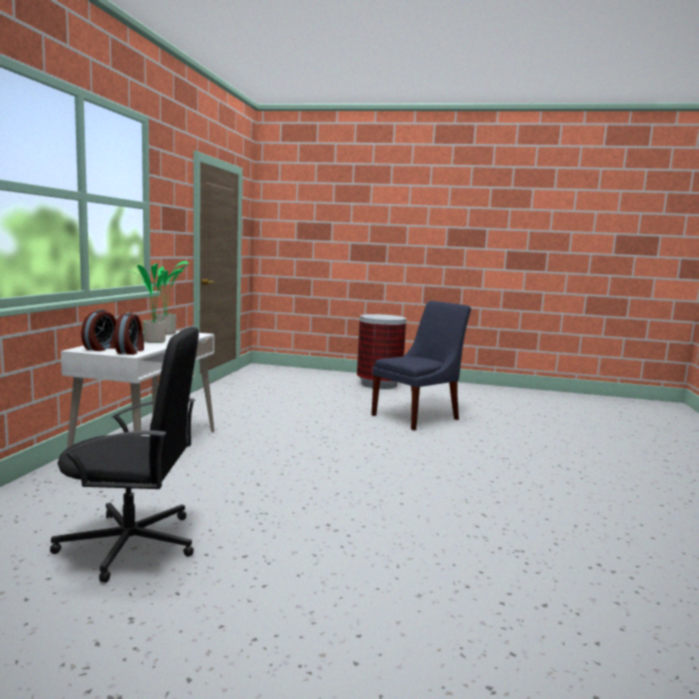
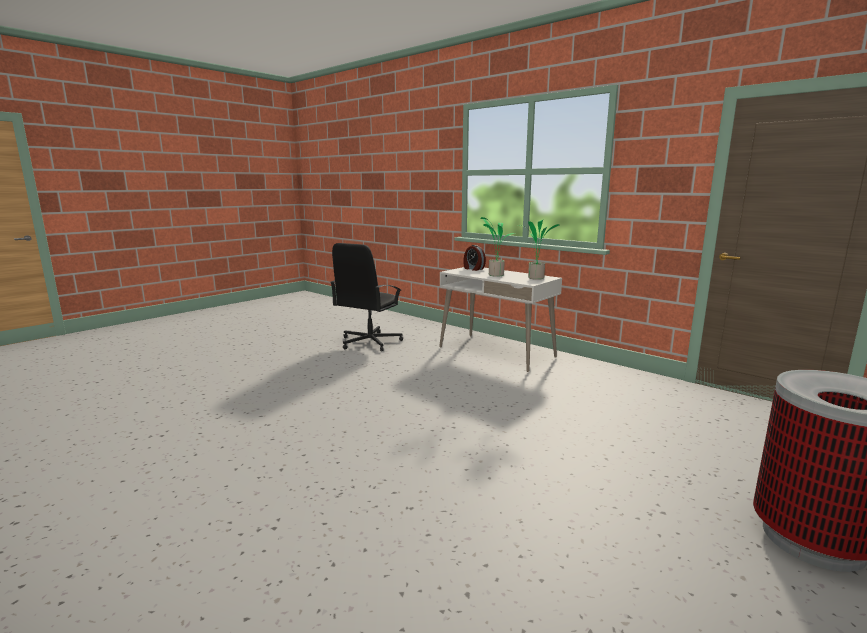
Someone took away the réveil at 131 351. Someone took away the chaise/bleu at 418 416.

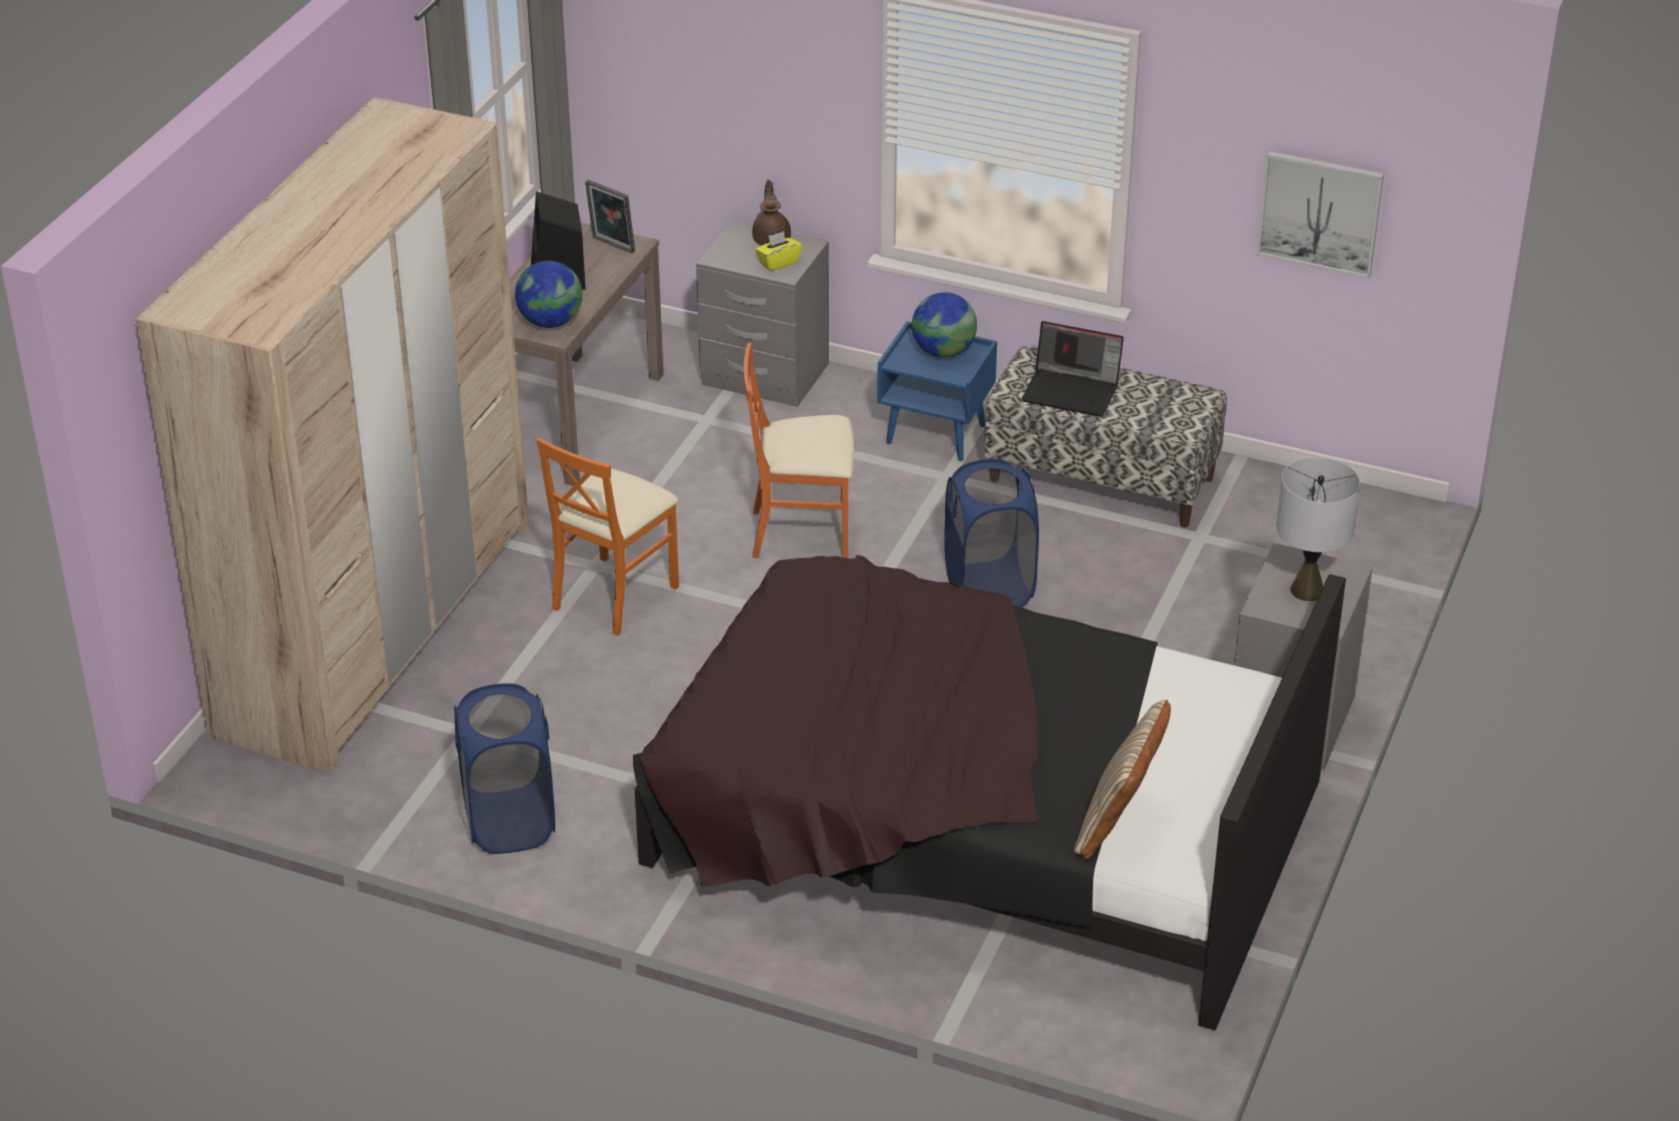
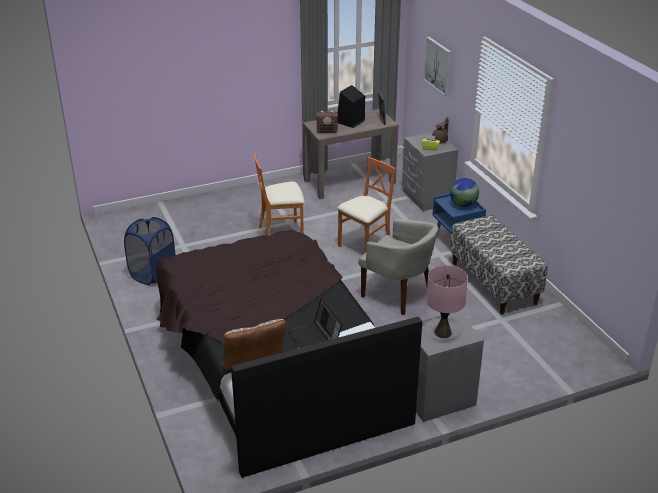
Someone took away the armoire/beige at 376 626. Someone carried the ordinateur portable from 1072 391 to 315 340. Someone carried the tableau from 1320 212 to 438 65. Someone swapped the globe at 550 322 for the radio at 327 131. Someone swapped the panier à linge/bleu at 989 589 for the fauteuil/beige at 398 294. Someone repainted the lampe de table/gris at 1306 590, which became the lampe de table/rose at 442 332. Someone rotated the chaise/orange at 802 533 by 90 degrees clockwise.

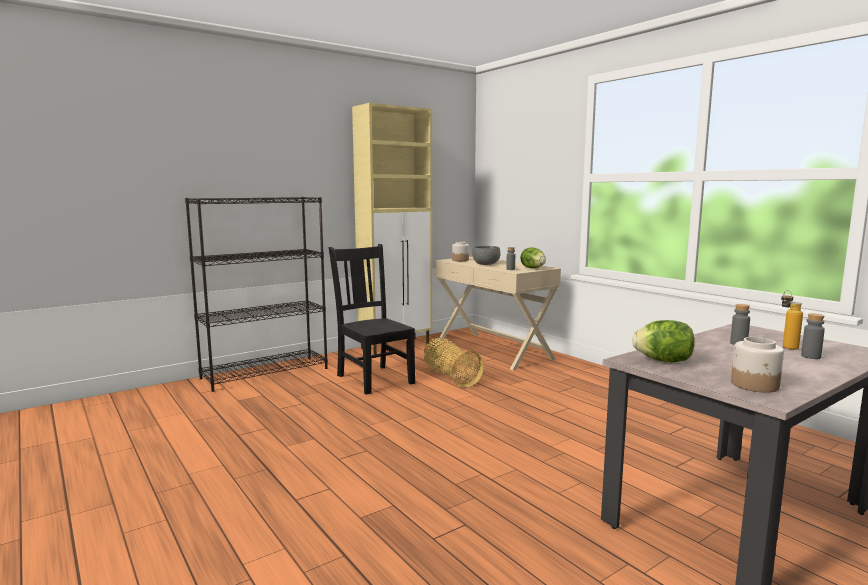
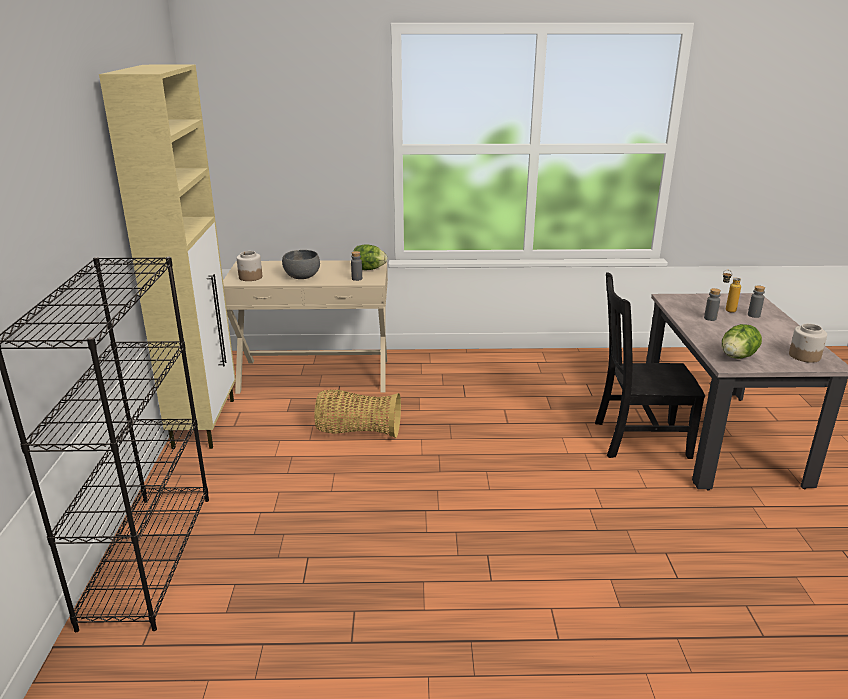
Someone carried the chaise/noir from 374 378 to 637 439.

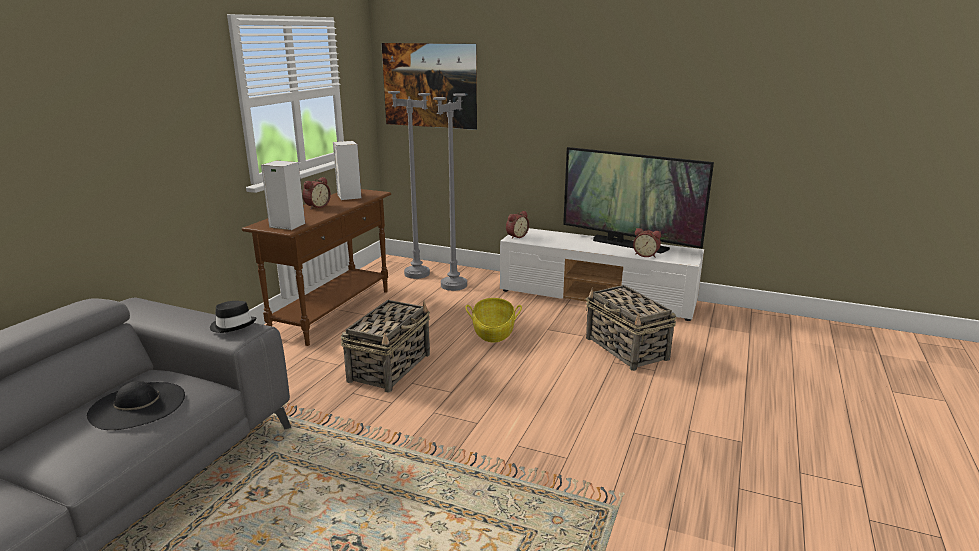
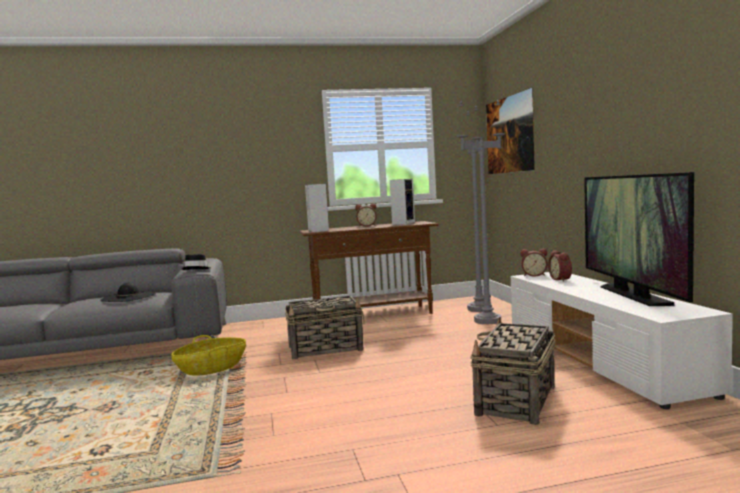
Someone carried the panier from 493 332 to 212 369. Someone carried the réveil from 646 255 to 561 279.

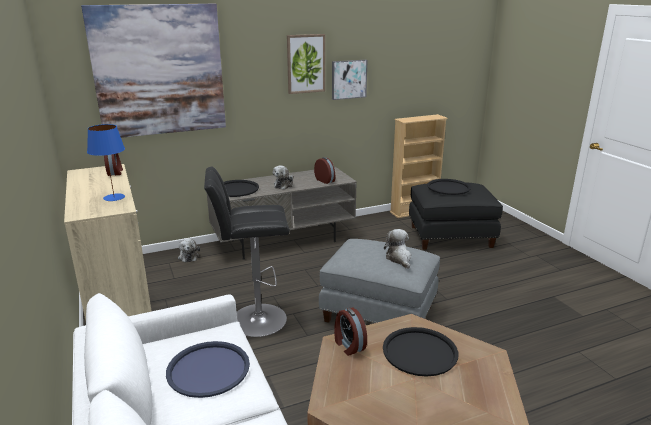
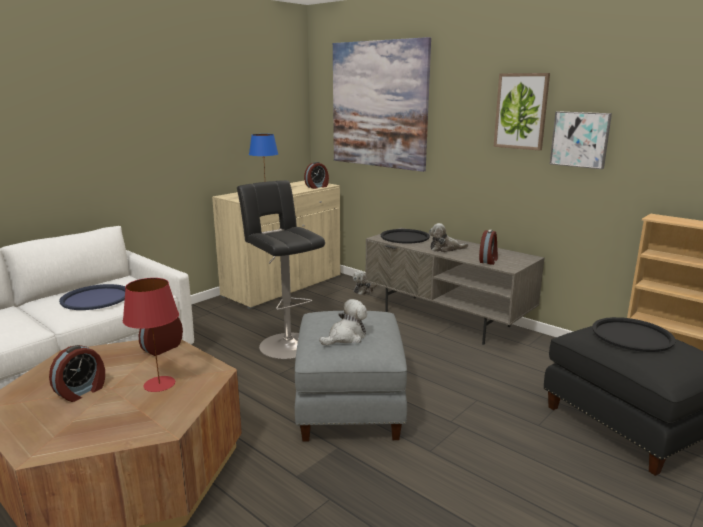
Someone put down the réveil at 82 391. Someone swapped the plateau/noir at 420 352 for the lampe de table/rouge at 159 384.

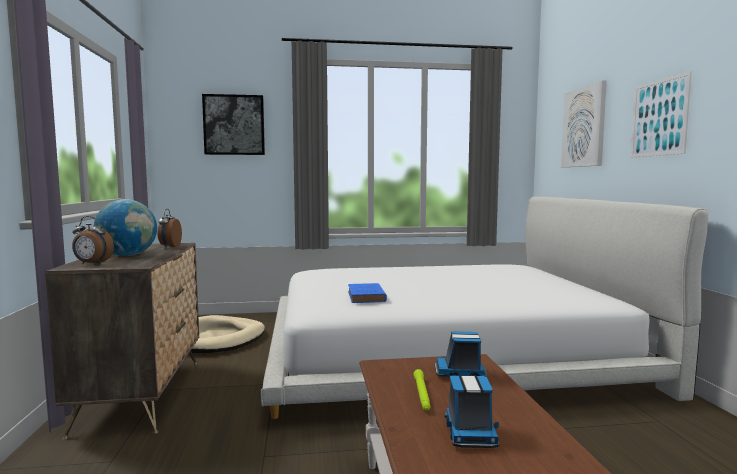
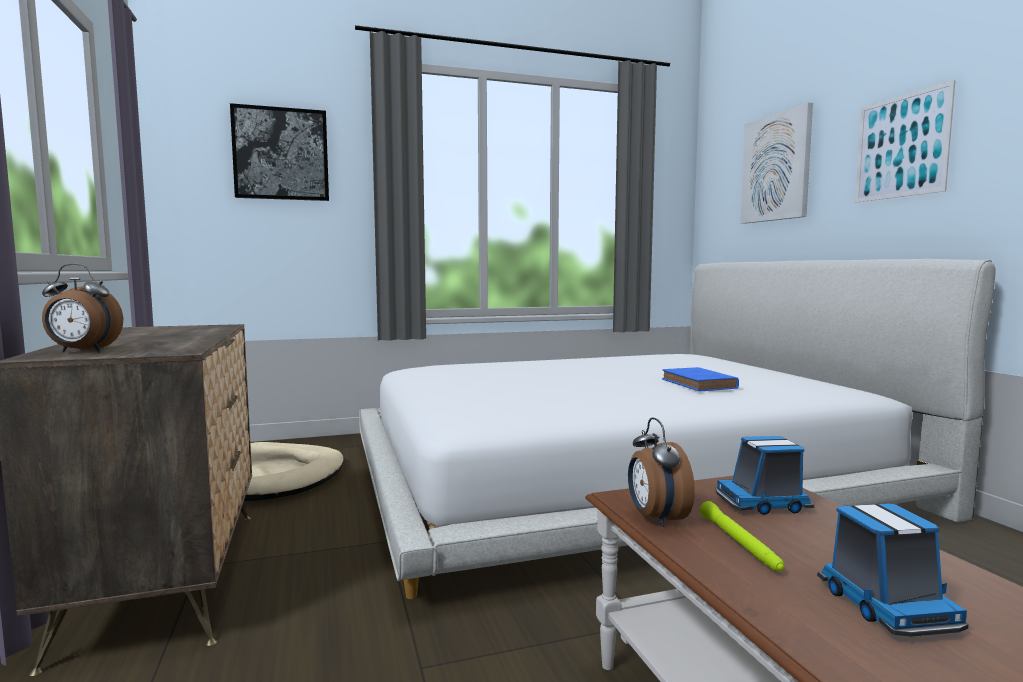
Someone took away the globe at 128 255. Someone carried the réveil from 169 247 to 656 518. Someone carried the livre/bleu from 366 297 to 700 384.

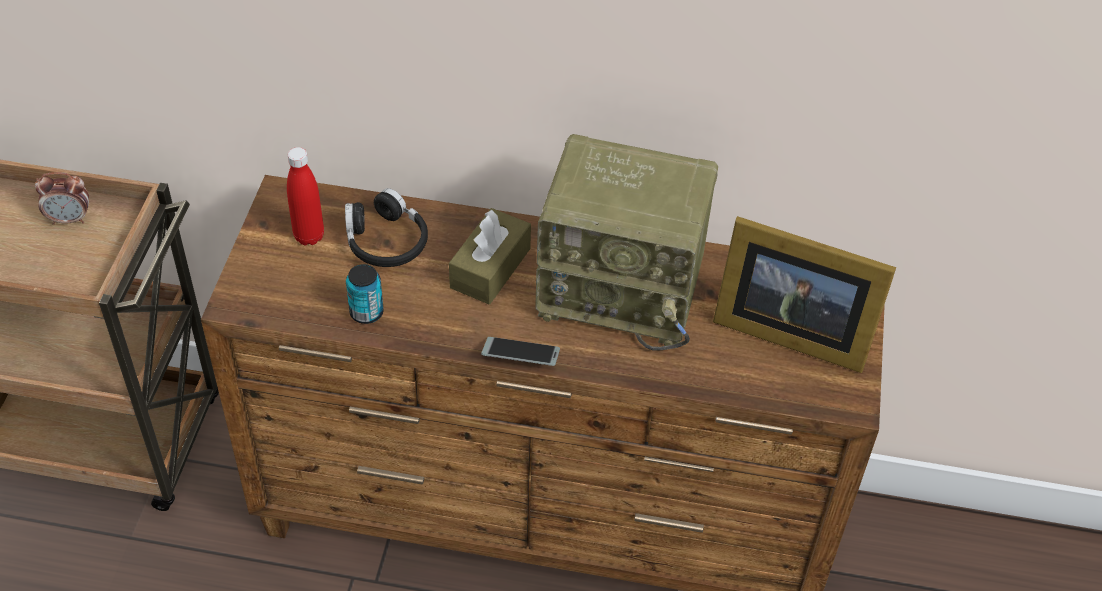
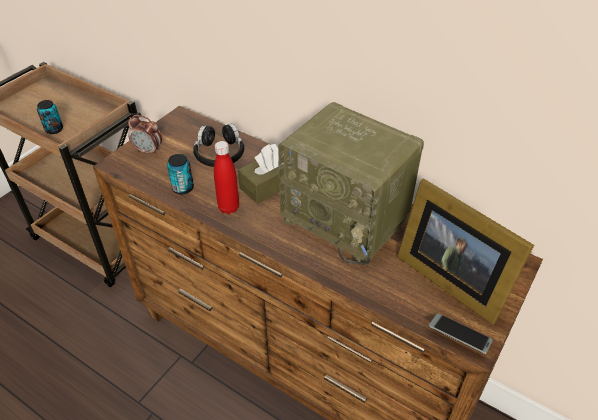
Someone put down the boîte métallique at 54 129. Someone carried the réveil from 70 219 to 148 151. Someone carried the bouteille/rouge from 309 236 to 228 208. Someone carried the téléphone from 520 356 to 459 336.

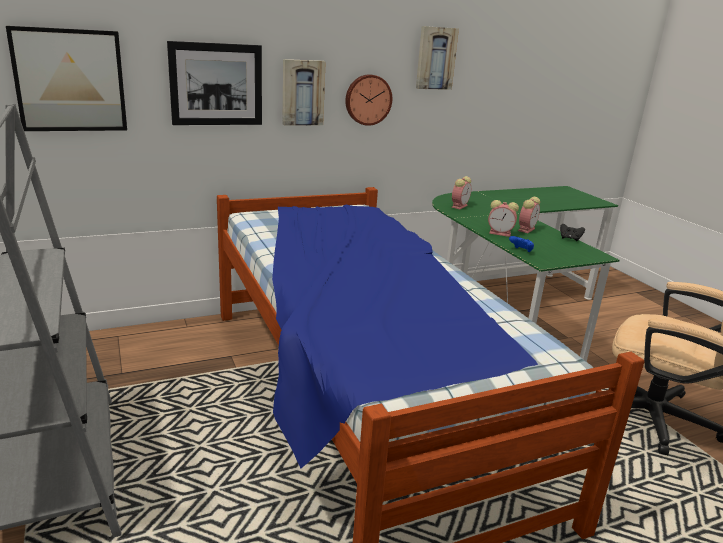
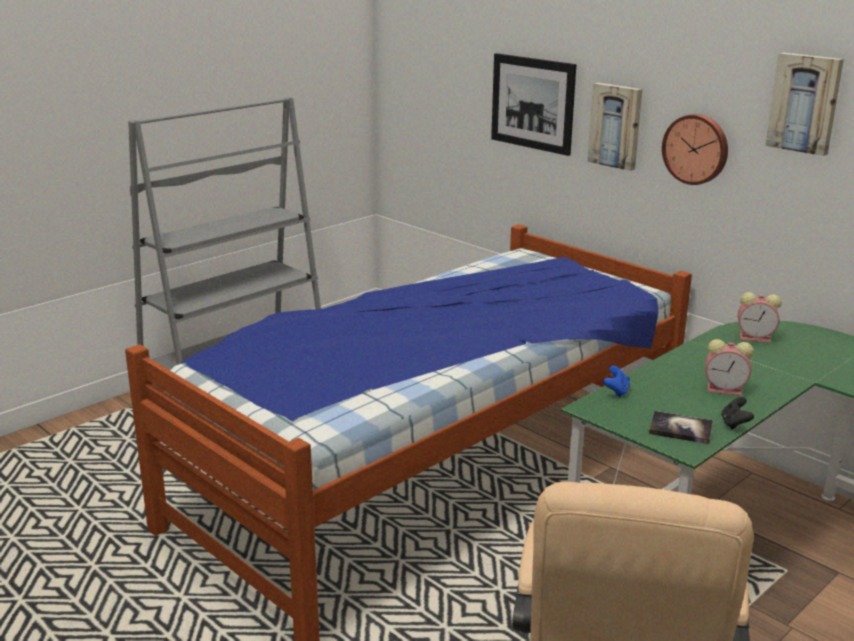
Someone took away the tableau at 70 80. Someone took away the réveil at 501 233. Someone put down the livre at 680 429.

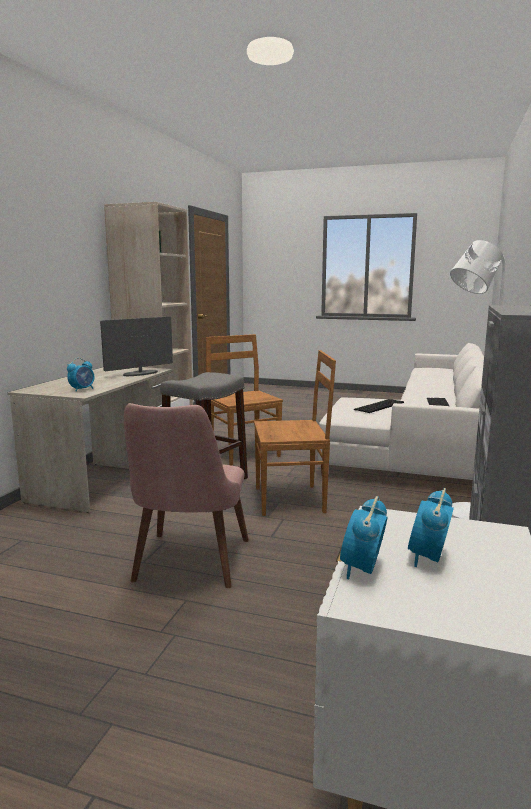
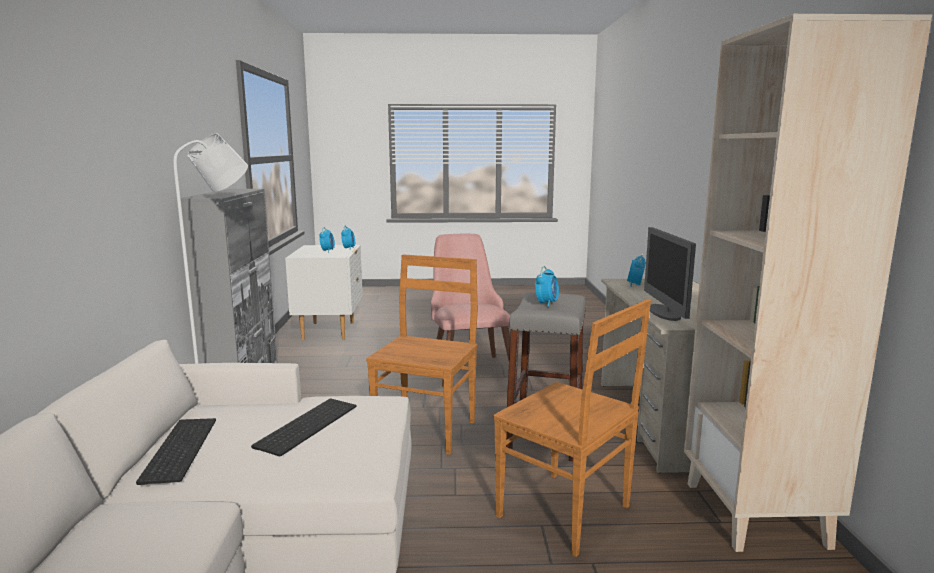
Someone put down the réveil at 547 303. Someone rotated the écran d'ordinateur at 140 373 by 150 degrees clockwise. Someone rotated the chaise/marron at 292 500 by 135 degrees clockwise.

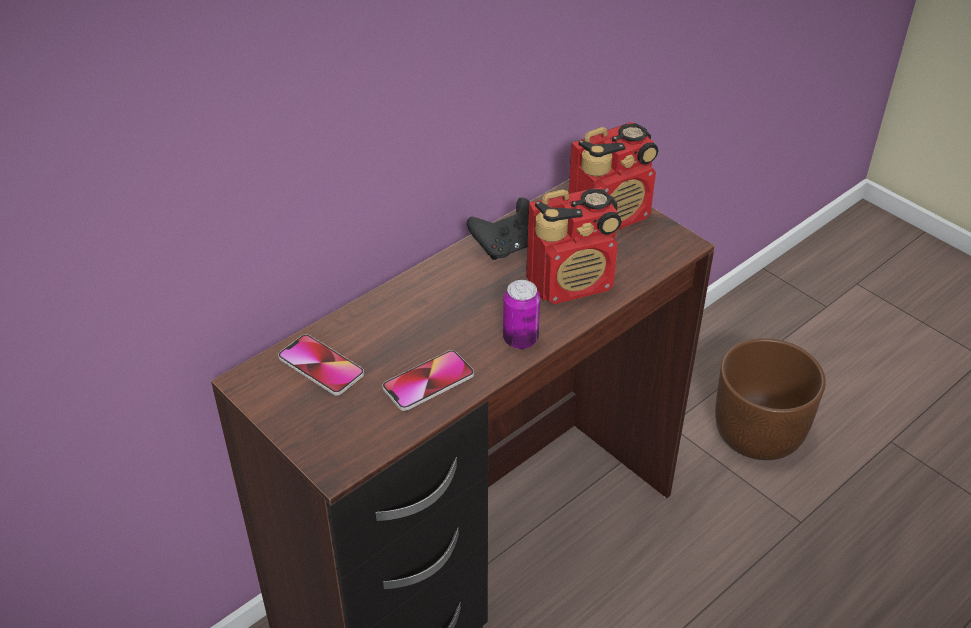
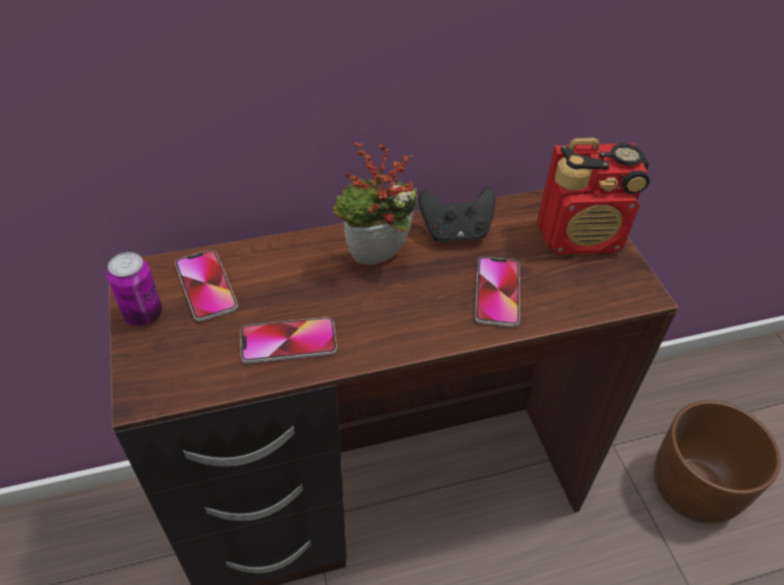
Someone put down the plante en pot at 376 261. Someone carried the boîte métallique from 520 339 to 143 314. Someone swapped the radio at 571 283 for the téléphone at 497 292.

